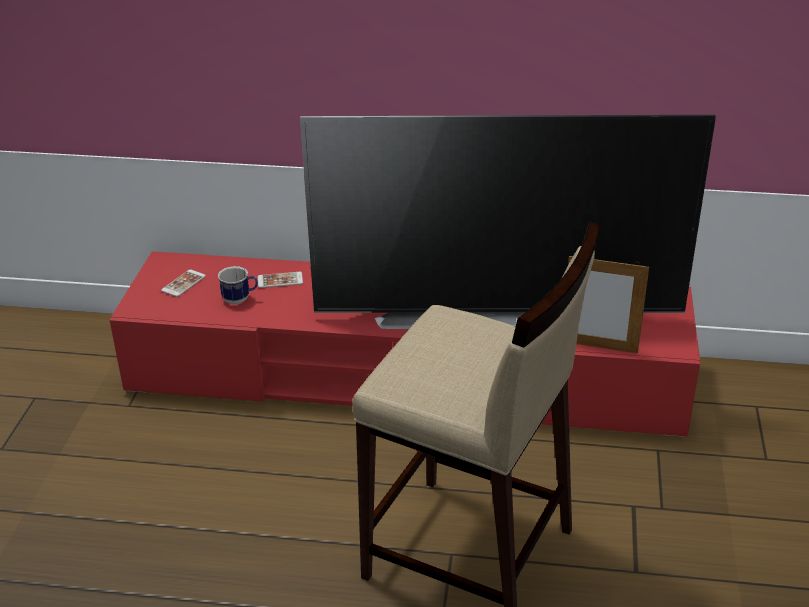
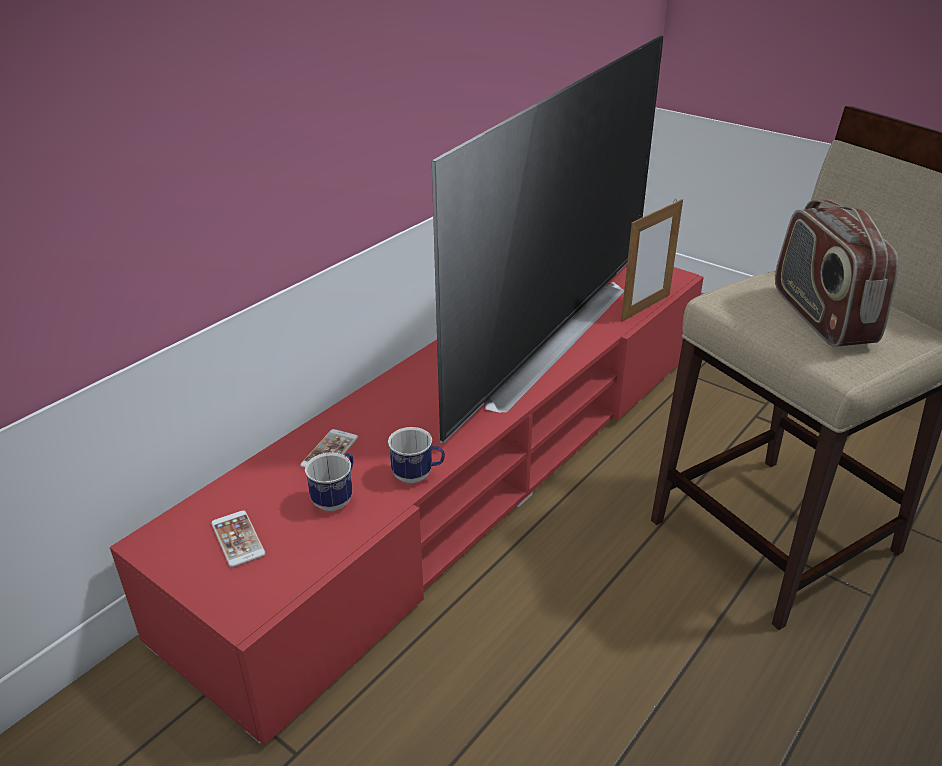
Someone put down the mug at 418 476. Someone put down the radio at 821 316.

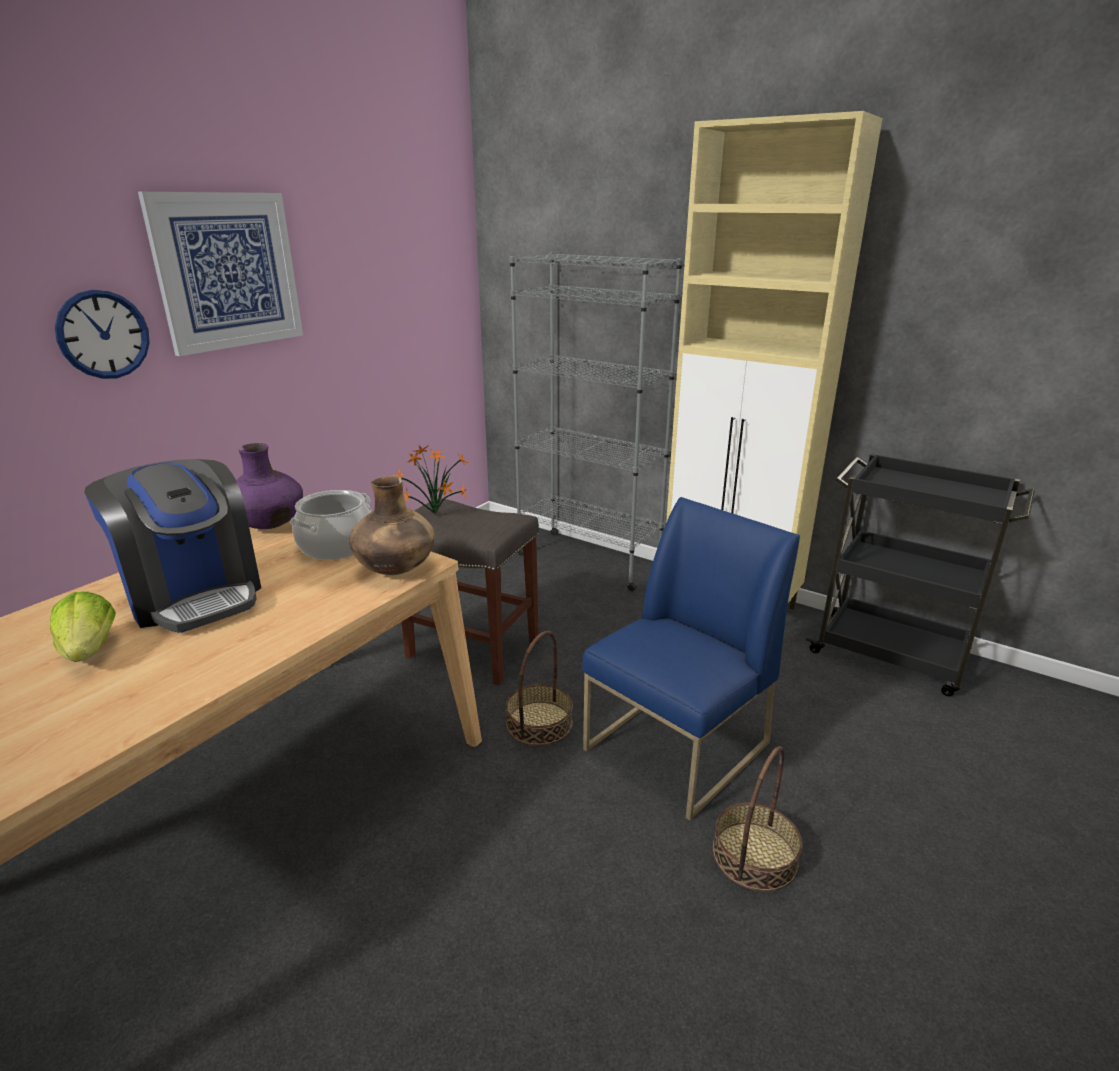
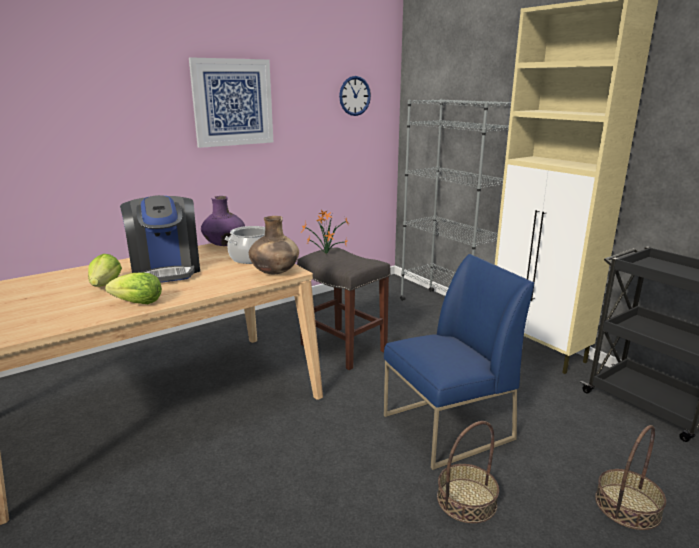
Someone put down the laitue at 138 303. Someone carried the horloge murale from 103 334 to 354 96. Someone carried the panier from 539 723 to 627 506.

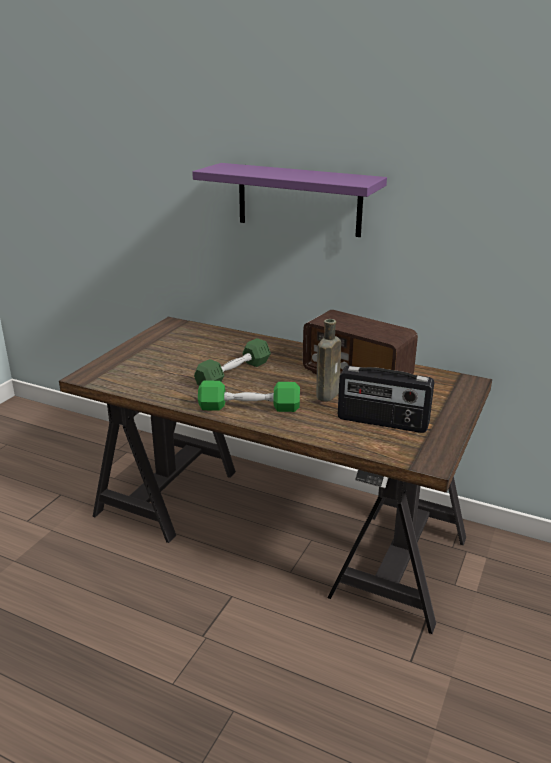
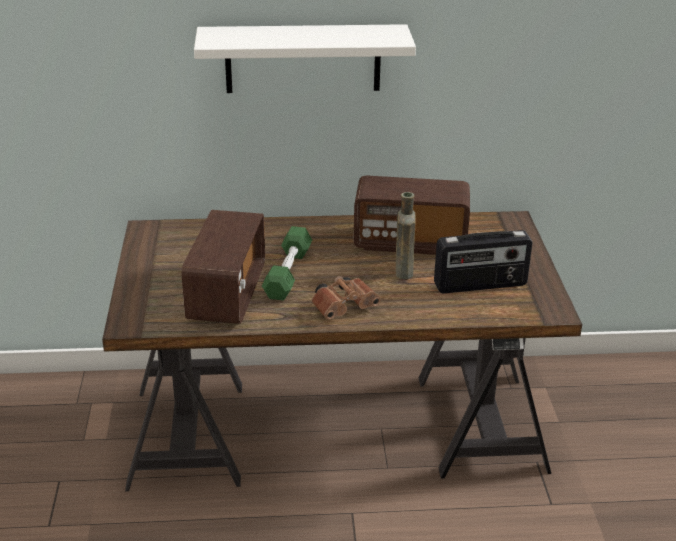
Someone put down the radio at 227 294. Someone swapped the haltère/vert at 249 407 for the jumelles/marron at 345 307. Someone repainted the étagère/violet at 299 199, which became the étagère/blanc at 303 58.

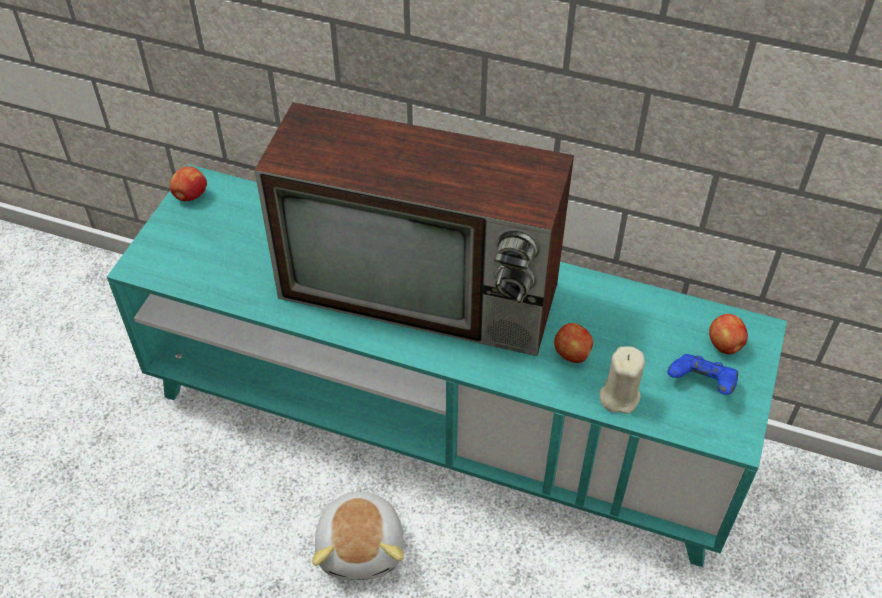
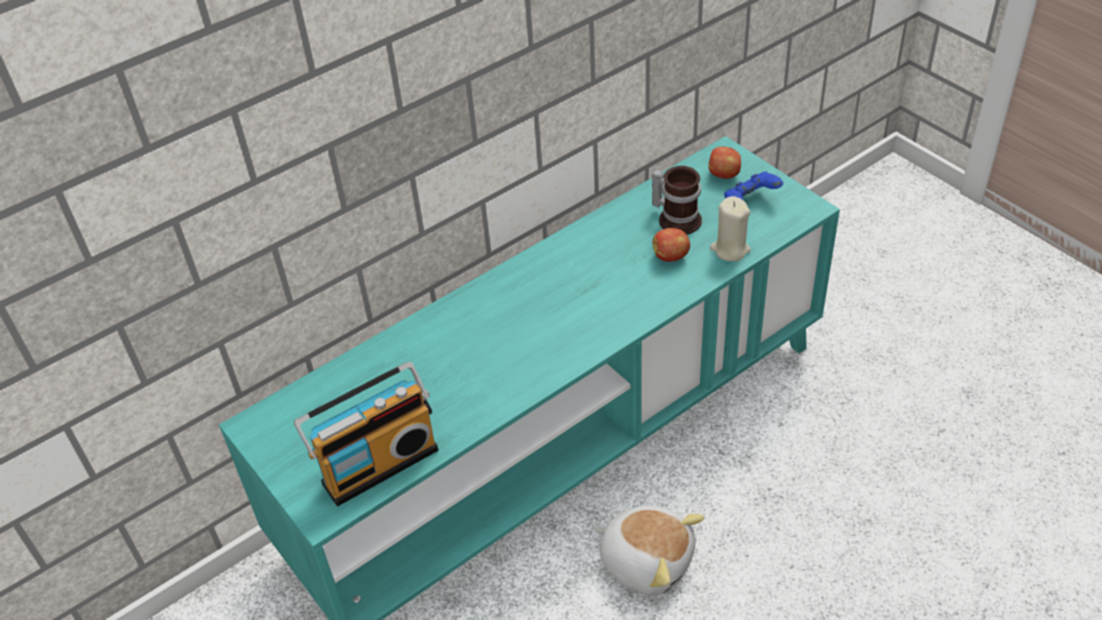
Someone took away the pomme at 190 196. Someone took away the téléviseur at 424 291. Someone put down the radio at 378 463. Someone put down the mug at 677 218.

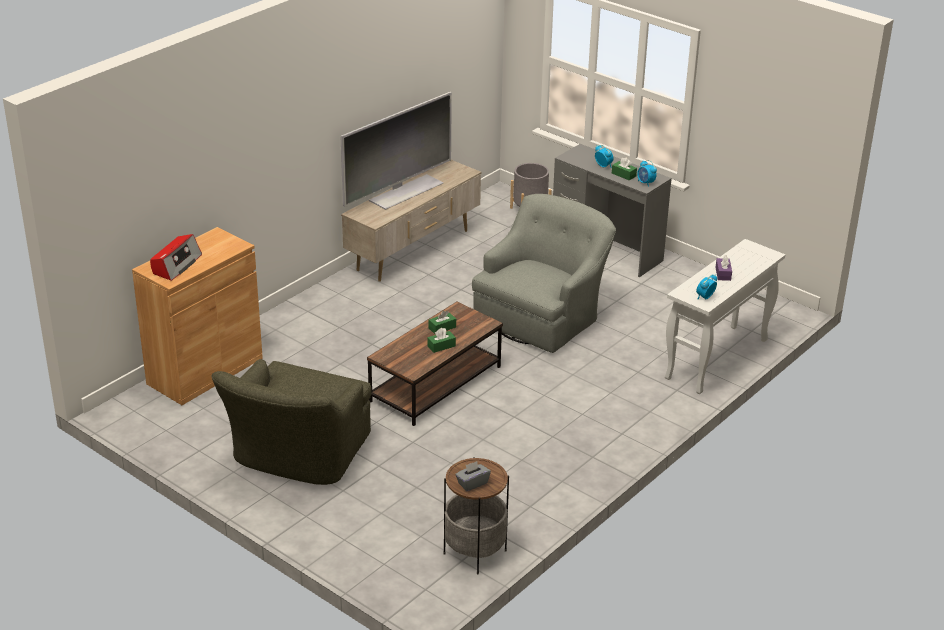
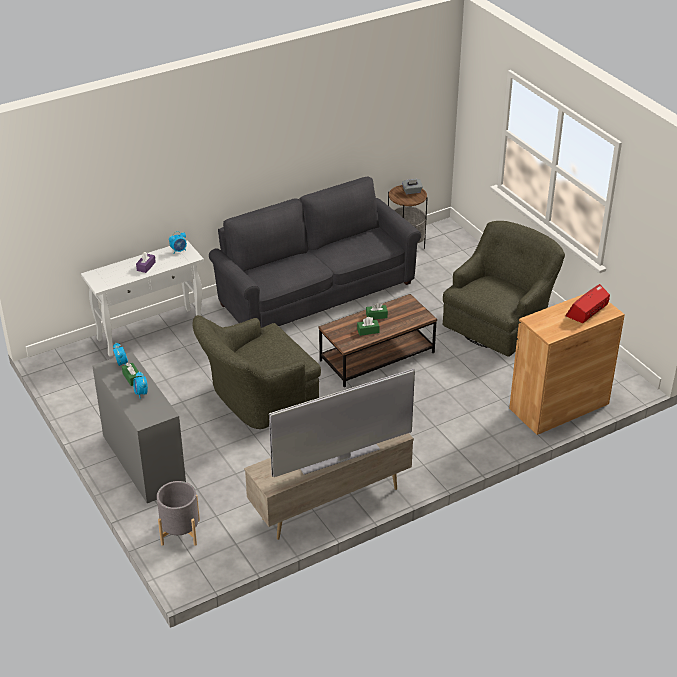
Someone put down the canapé/gris at 314 291. Someone repainted the fauteuil/gris at 542 316, which became the fauteuil/vert at 256 399.

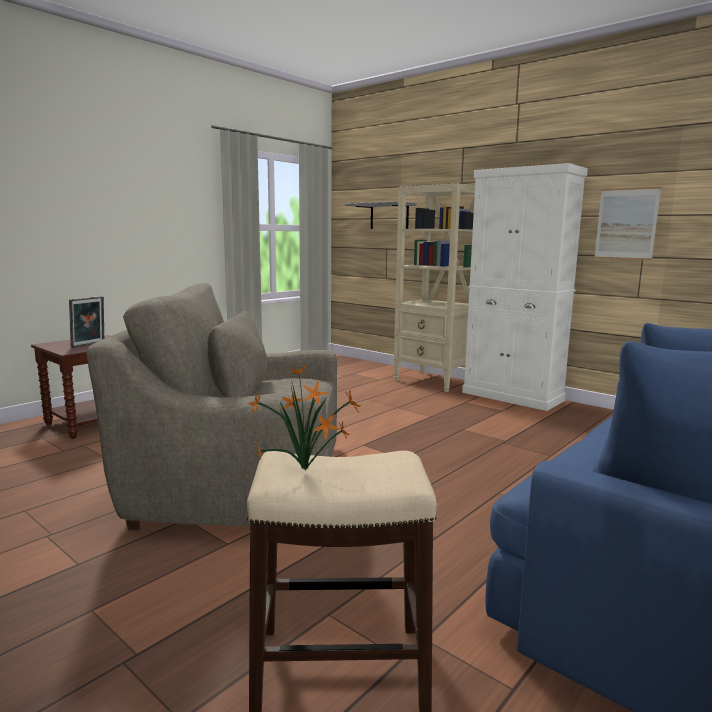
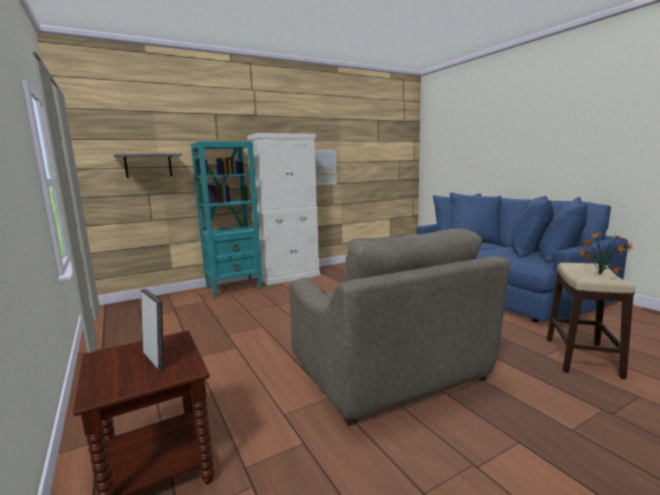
Someone repainted the bibliothèque/beige at 434 381, which became the bibliothèque/turquoise at 234 288. Someone rotated the fauteuil/gris at 239 482 by 45 degrees counterclockwise.

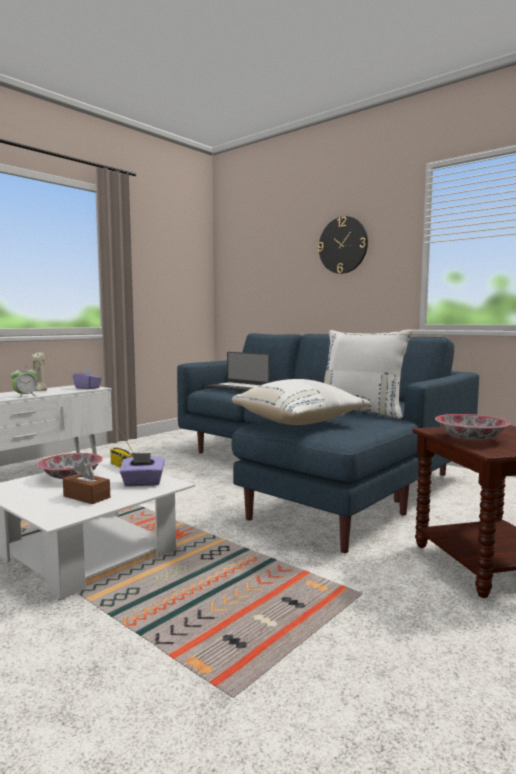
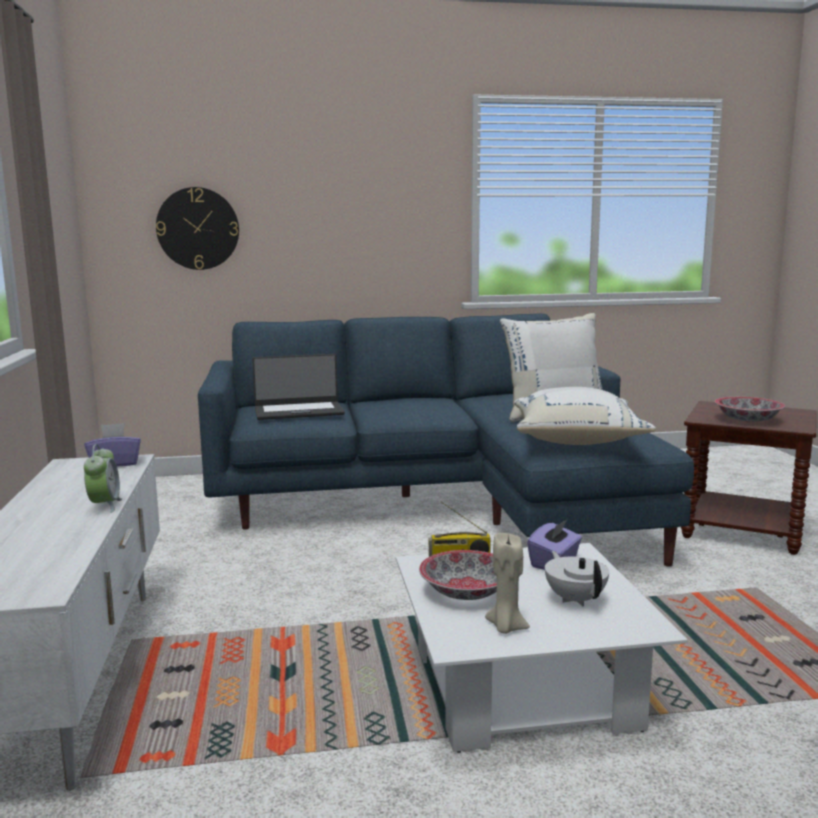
Someone carried the bougie/beige from 39 390 to 506 627. Someone carried the horloge murale from 343 245 to 198 228. Someone swapped the boîte à mouchoirs/marron at 86 497 for the théière/blanc at 575 599.

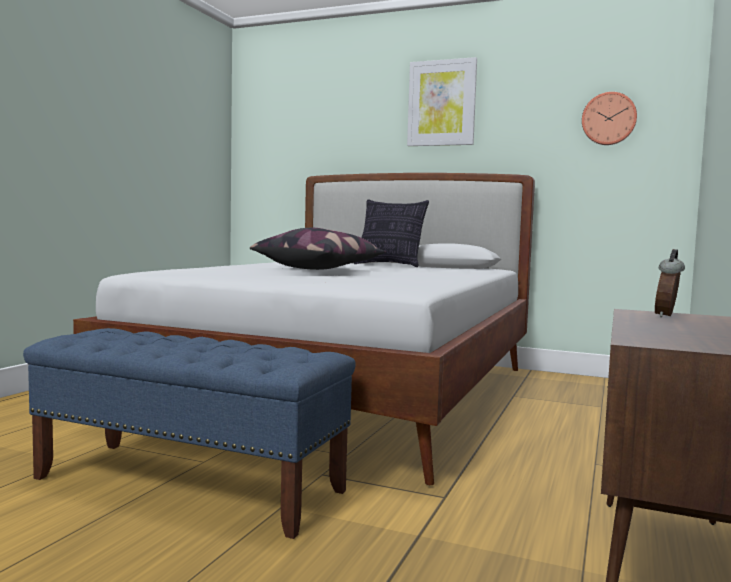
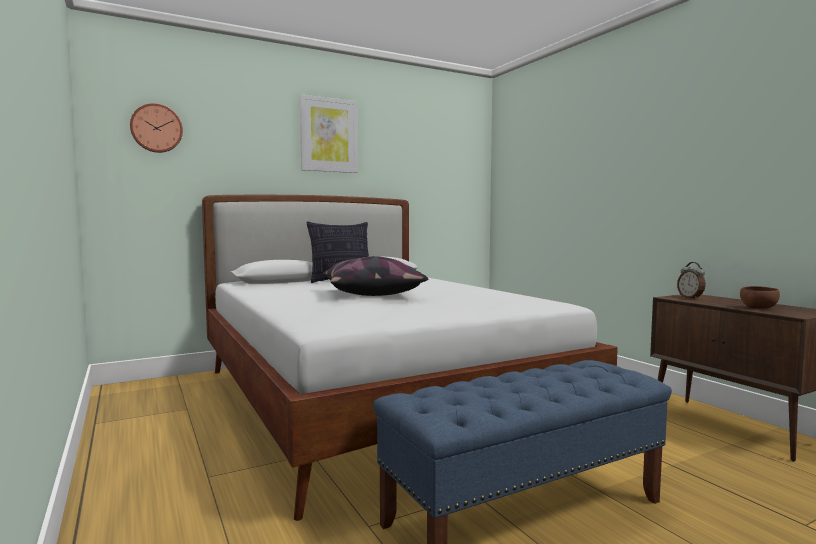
Someone put down the bol/marron at 758 308. Someone carried the horloge murale from 609 119 to 156 128.

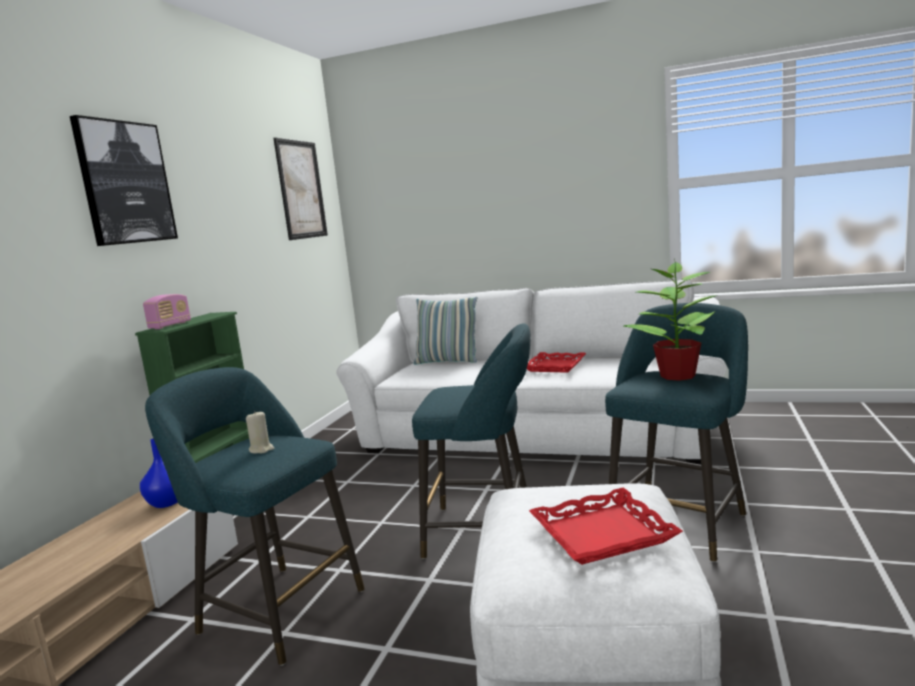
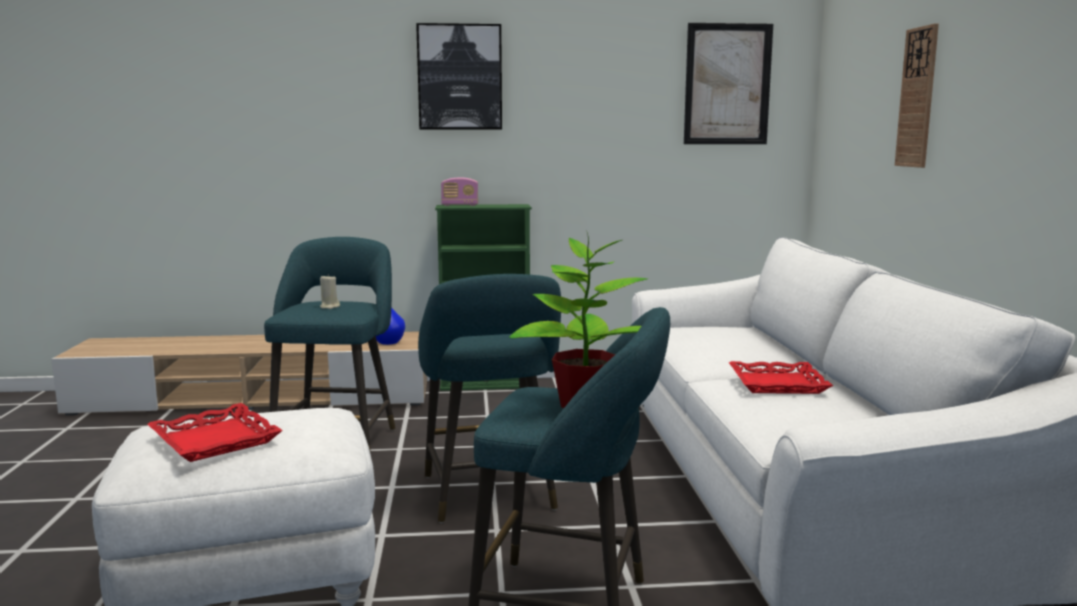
Someone took away the coussin at 447 362. Someone put up the horloge murale at 917 97.

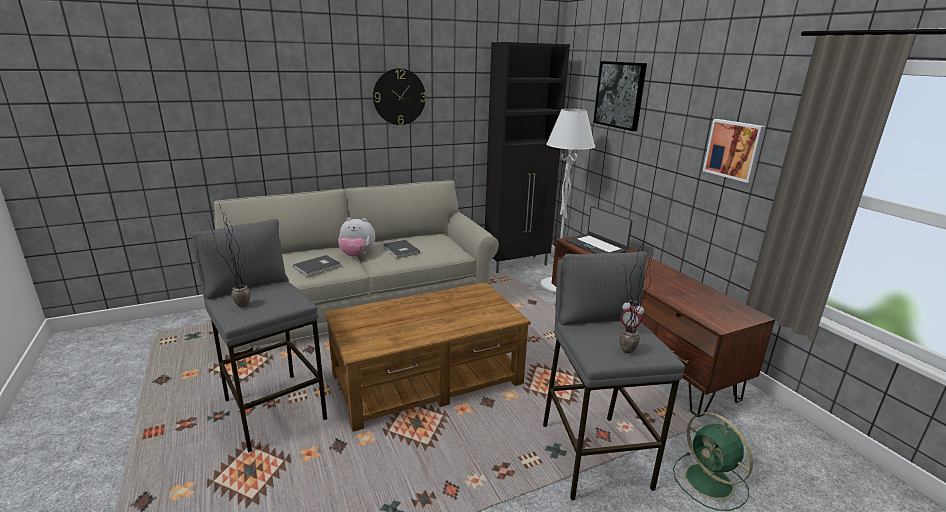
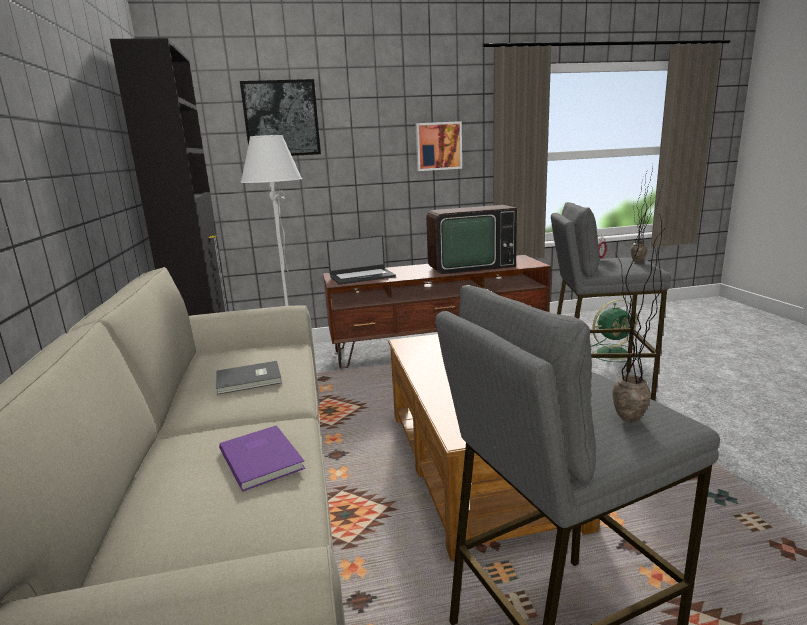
Someone took away the peluche at 357 255. Someone took away the horloge murale at 399 97. Someone put down the téléviseur at 468 266. Someone repainted the livre/gris at 318 267, which became the livre/violet at 263 458.

